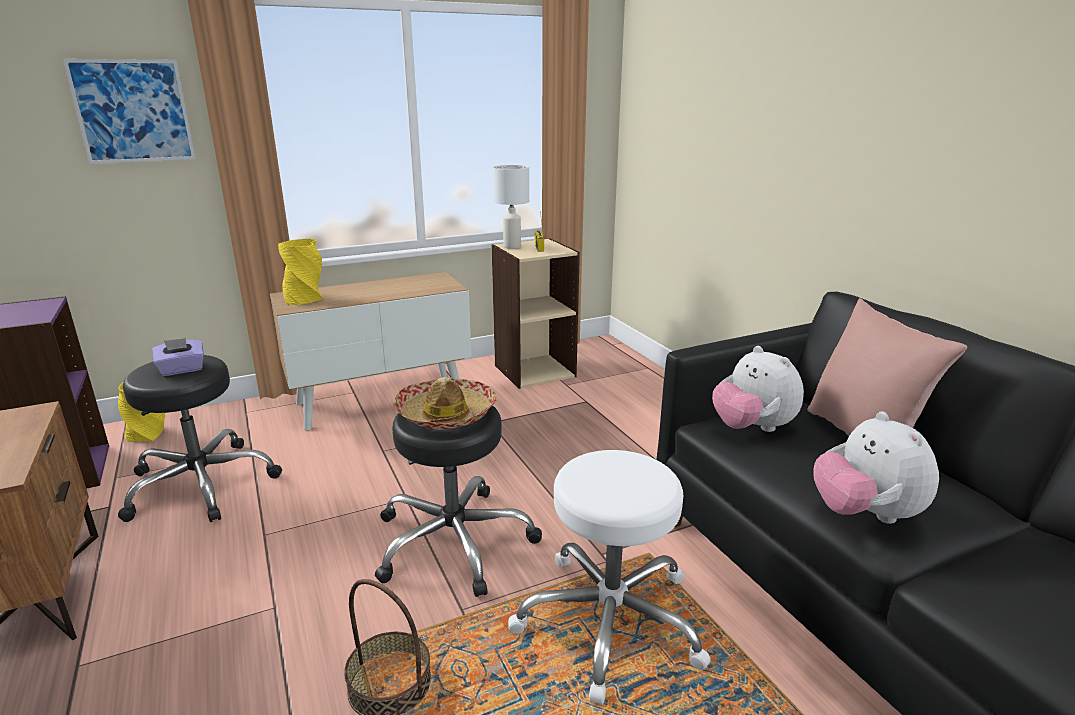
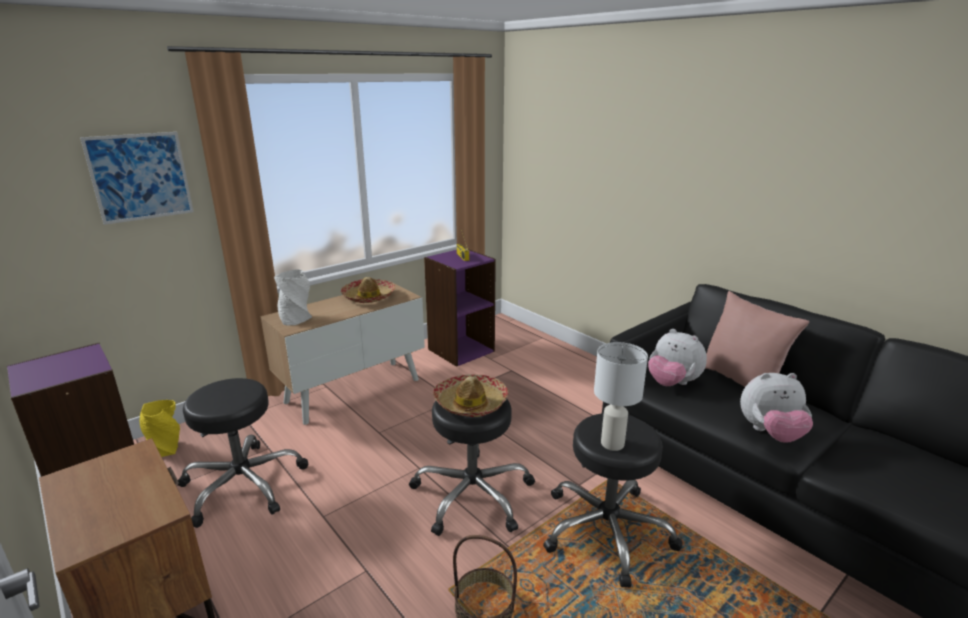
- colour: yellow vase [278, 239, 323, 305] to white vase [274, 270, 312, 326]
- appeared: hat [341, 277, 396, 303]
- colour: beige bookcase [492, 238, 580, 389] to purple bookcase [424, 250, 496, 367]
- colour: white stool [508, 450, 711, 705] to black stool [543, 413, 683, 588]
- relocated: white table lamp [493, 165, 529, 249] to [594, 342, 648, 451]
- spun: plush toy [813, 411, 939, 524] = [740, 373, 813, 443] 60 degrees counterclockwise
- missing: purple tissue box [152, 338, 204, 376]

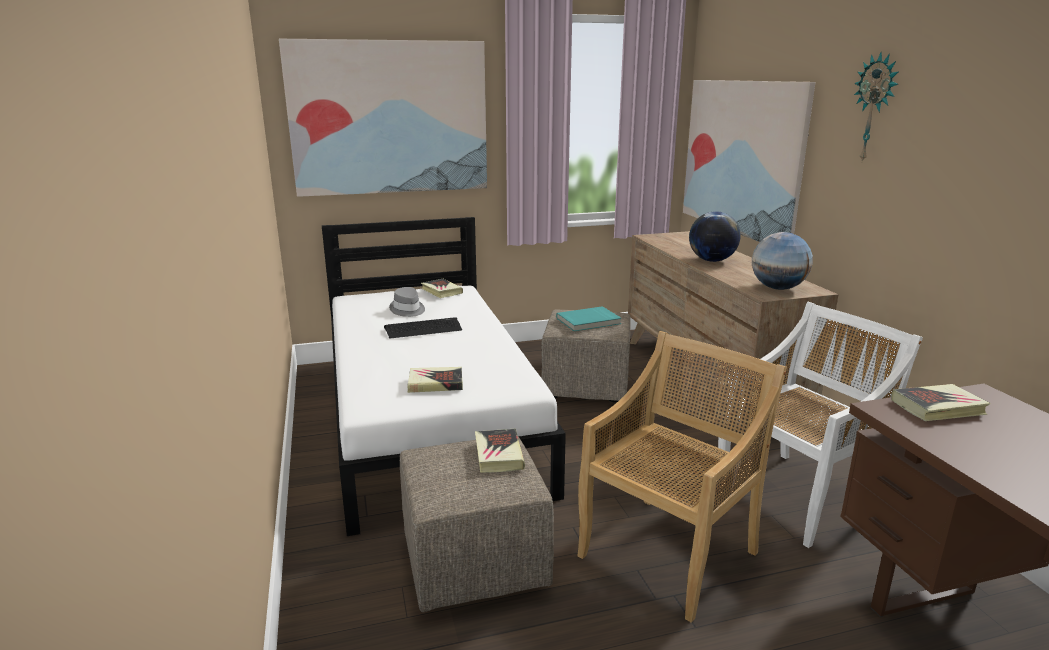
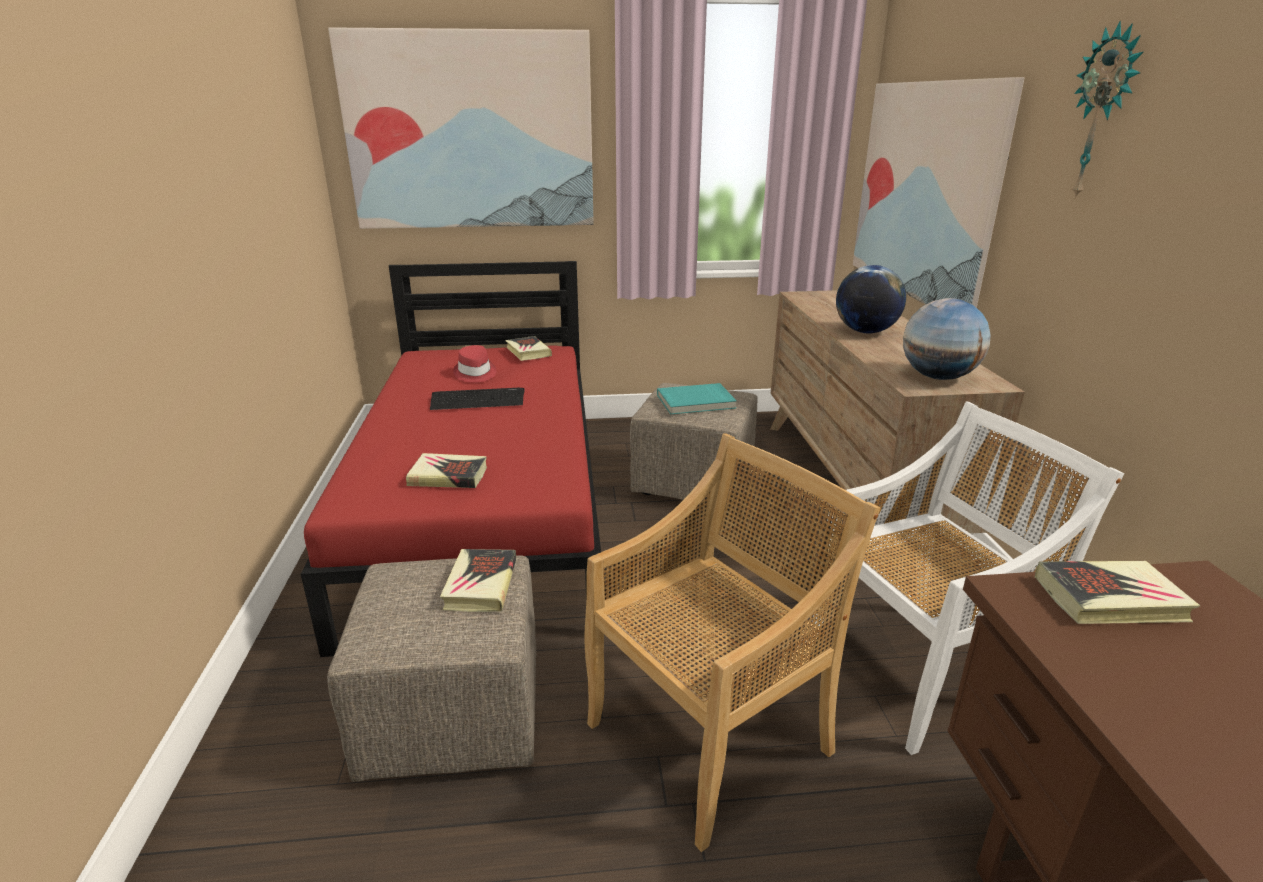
- colour: white bed [322, 217, 566, 536] to red bed [301, 261, 601, 657]
- colour: grey hat [389, 287, 425, 317] to red hat [453, 345, 496, 383]

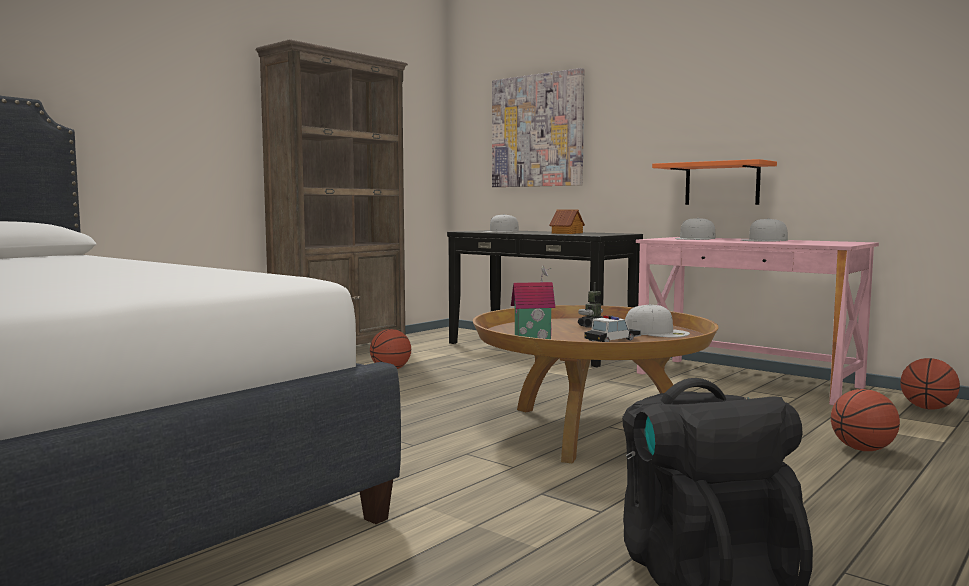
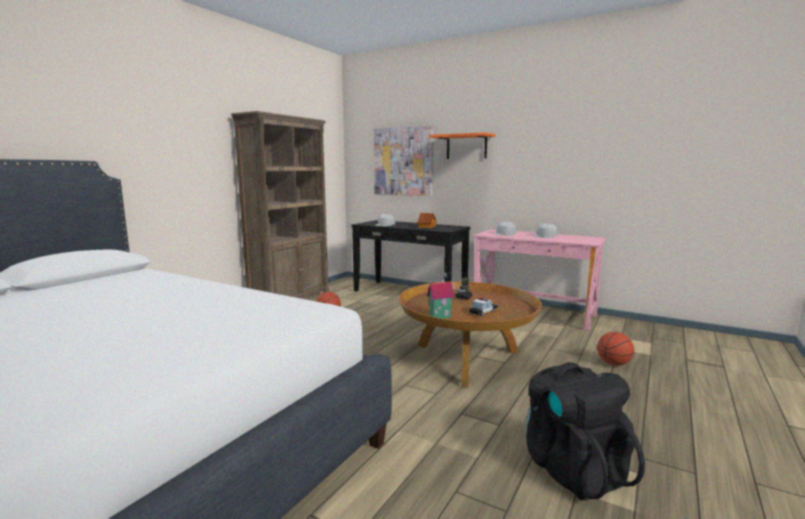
- relocated: orange shelf [652, 159, 777, 205] to [429, 132, 496, 159]
- missing: white cap [625, 304, 690, 338]
- missing: basketball [900, 358, 960, 410]

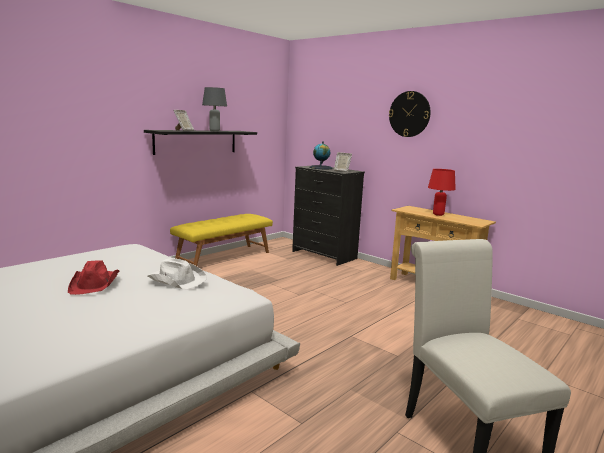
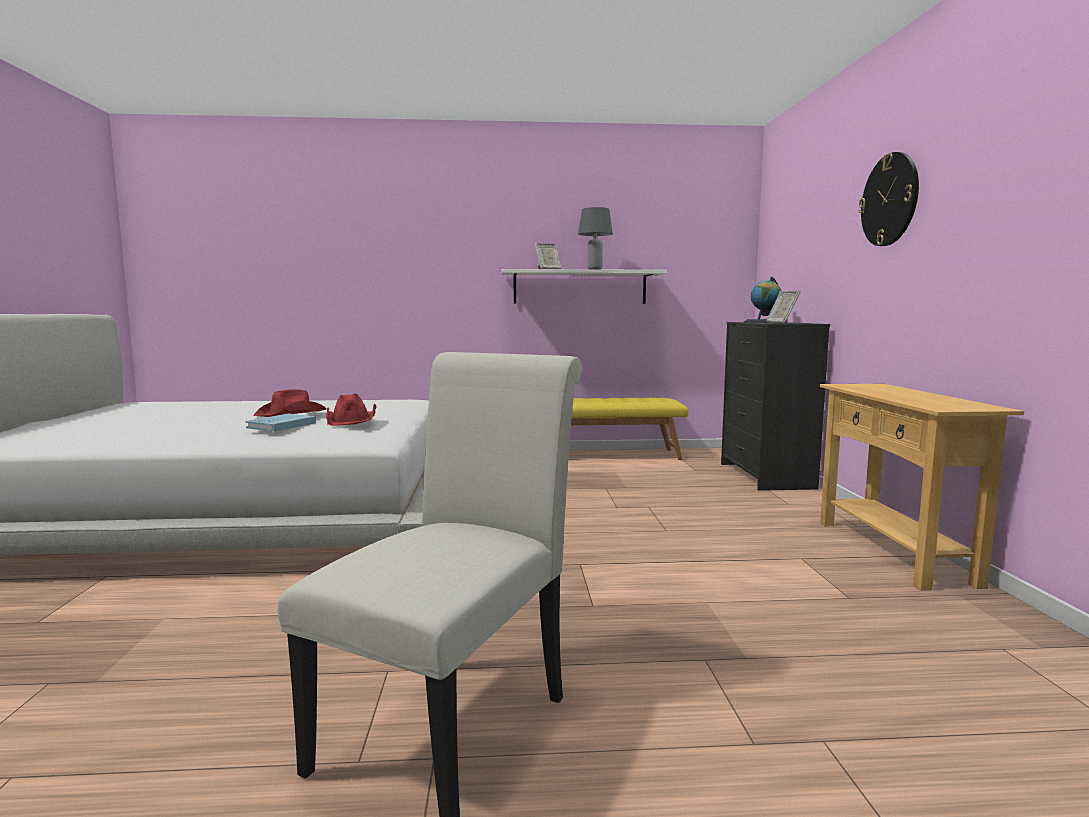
- appeared: blue book [246, 414, 316, 432]
- colour: white hat [148, 258, 207, 290] to red hat [326, 393, 376, 426]
- colour: black shelf [144, 130, 257, 155] to white shelf [502, 269, 667, 304]
- missing: red table lamp [428, 169, 456, 216]

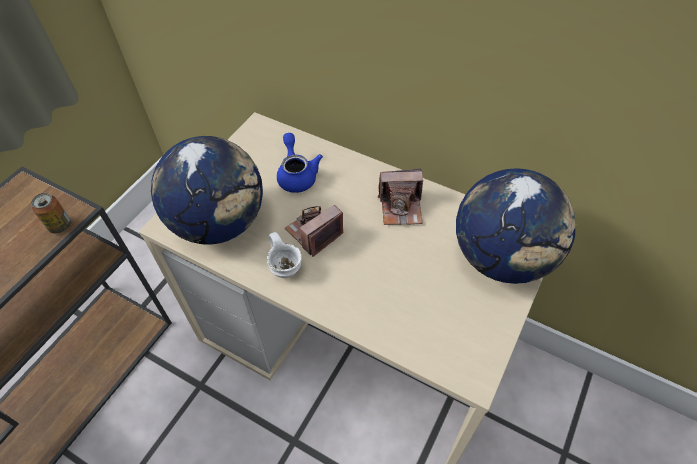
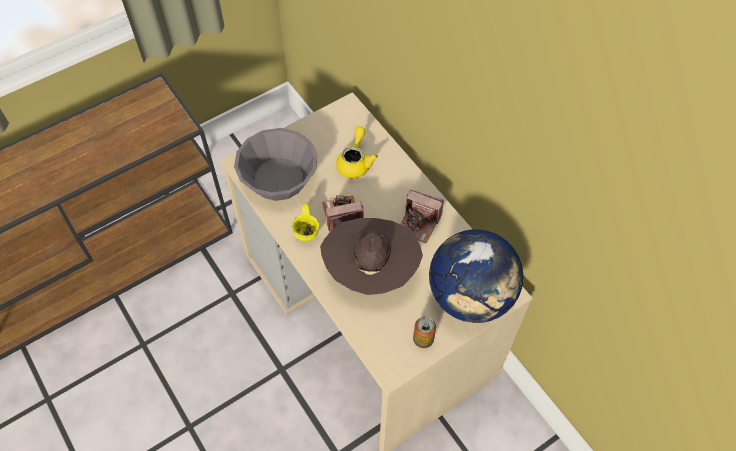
- exchanged: globe [151, 136, 263, 245] to grey bowl [234, 128, 317, 201]
- colour: white mug [267, 232, 302, 278] to yellow mug [292, 204, 320, 241]
- appeared: brown hat [320, 218, 423, 295]
- colour: blue teapot [277, 133, 323, 193] to yellow teapot [336, 126, 378, 178]
- relocated: can [31, 193, 71, 234] to [413, 316, 436, 348]

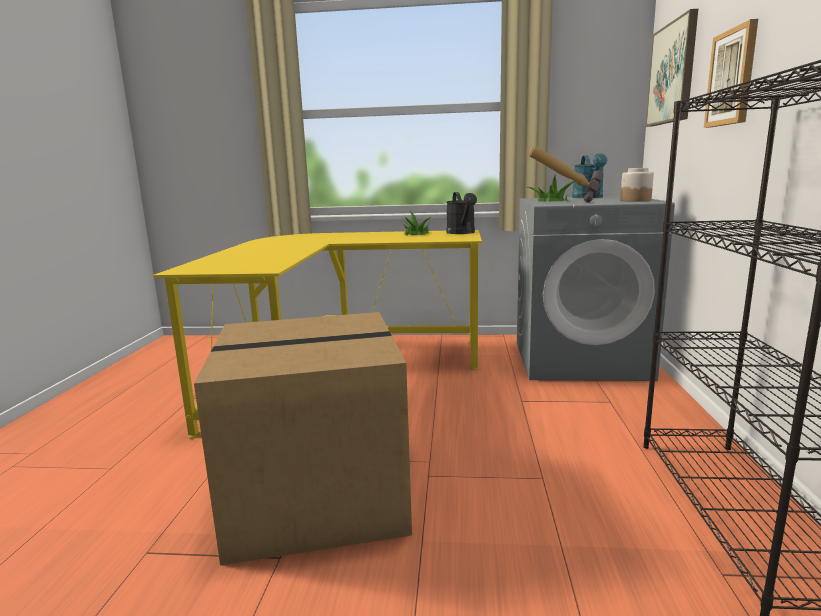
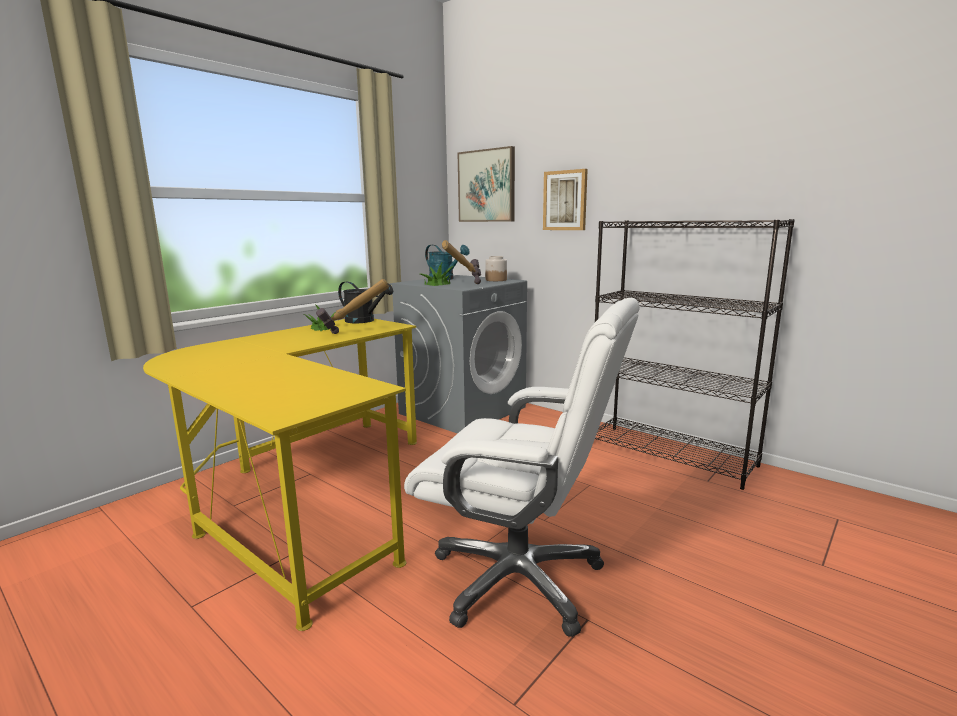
- appeared: hammer [316, 279, 389, 334]
- exchanged: cardboard box [194, 312, 412, 565] to white office chair [404, 298, 640, 637]

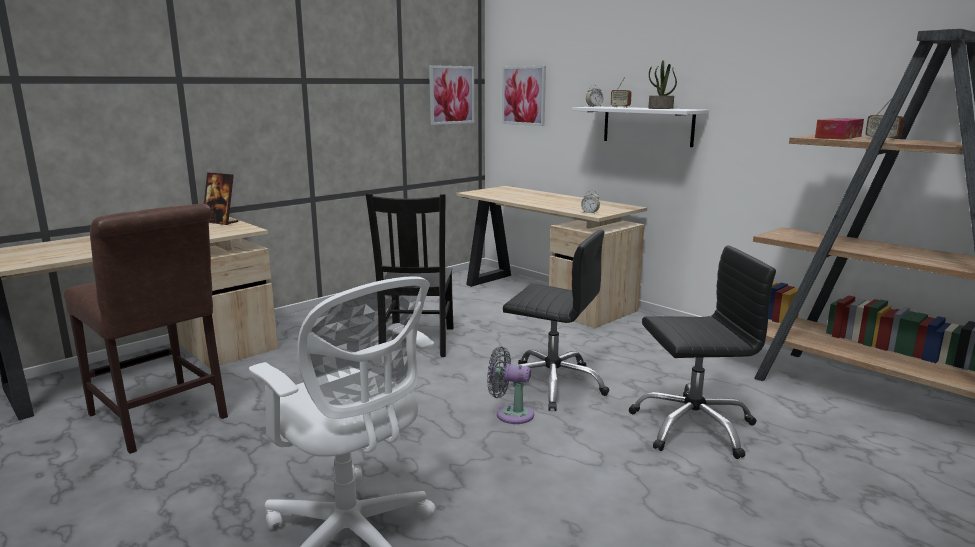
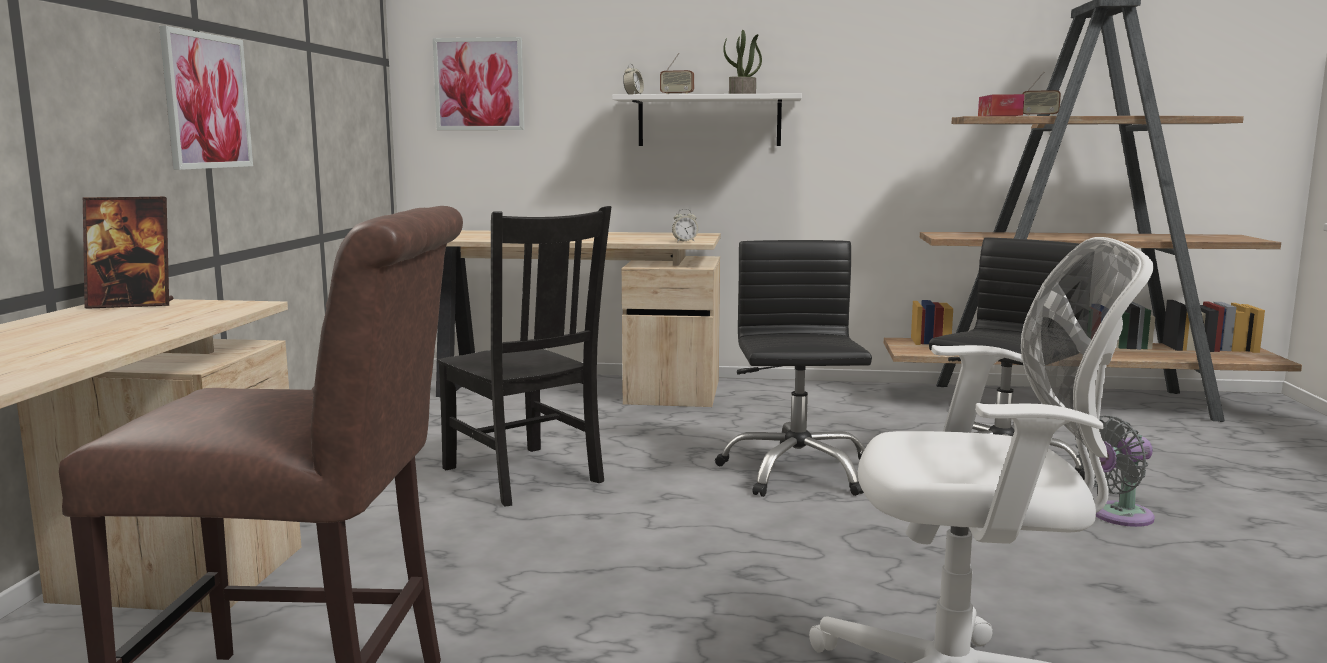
- relocated: picture [429, 65, 474, 125] to [159, 26, 253, 170]
- spun: black office chair [499, 230, 609, 411] = [715, 240, 872, 497] 75 degrees counterclockwise
- relocated: grey fan [487, 347, 534, 424] to [1076, 416, 1155, 527]

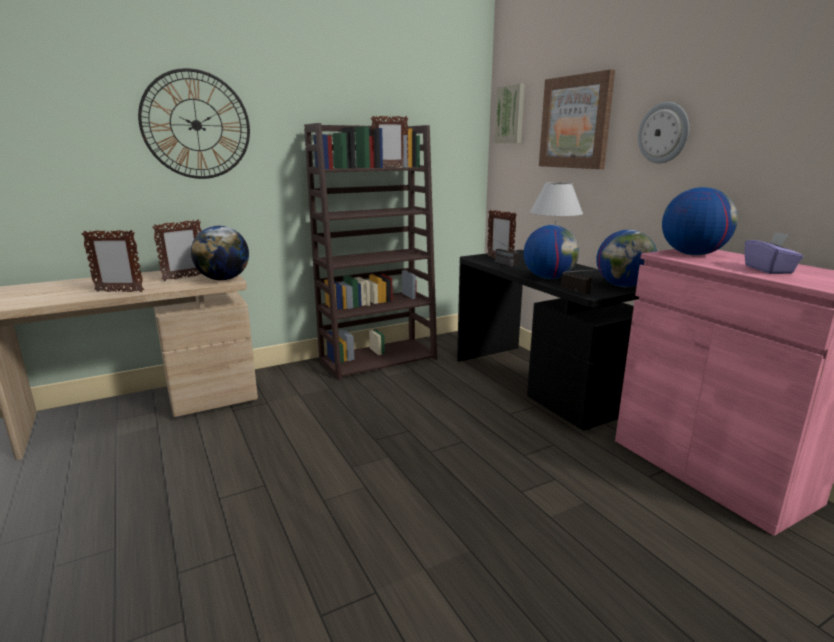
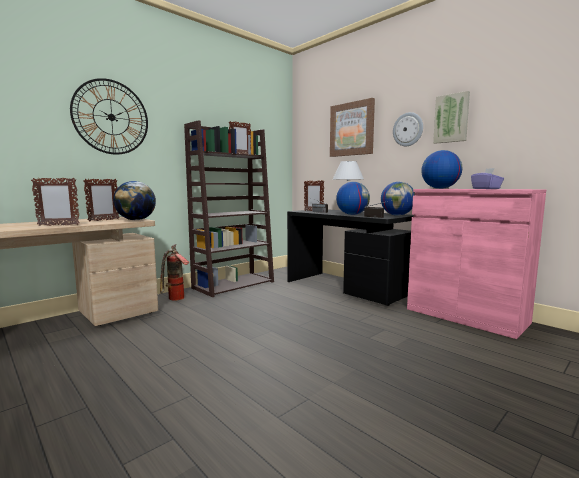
- appeared: fire extinguisher [160, 244, 189, 301]
- relocated: picture [495, 83, 525, 143] to [433, 91, 470, 144]

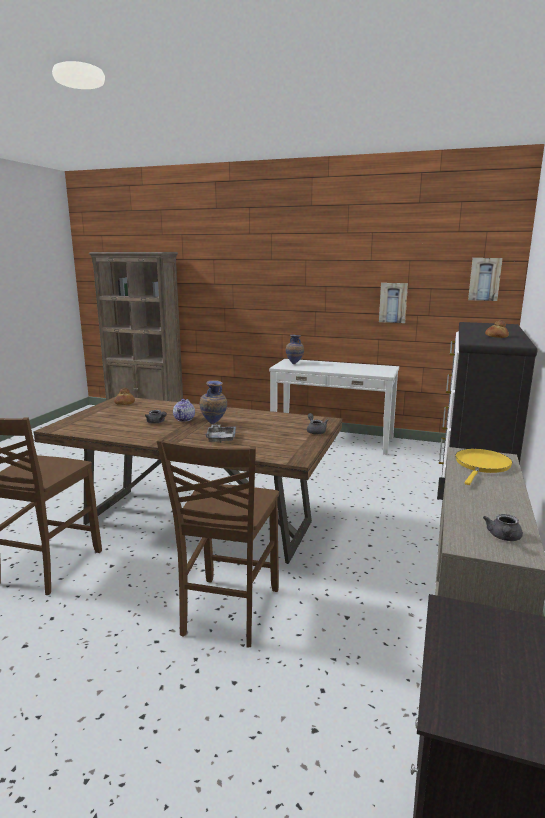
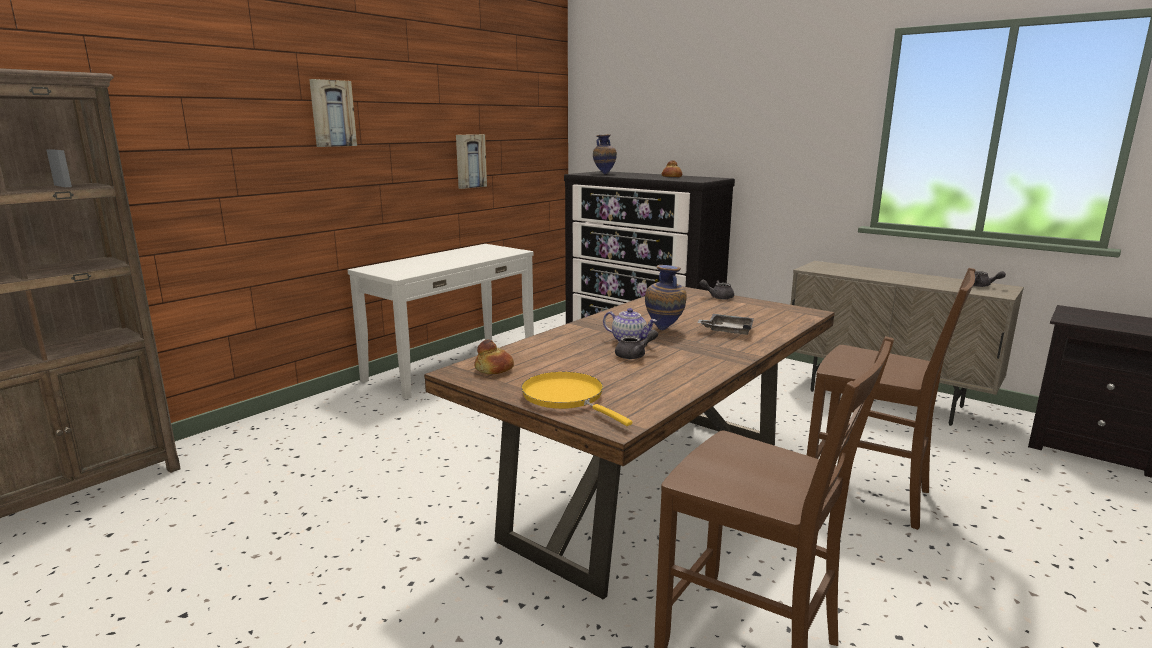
- relocated: picture [468, 258, 503, 301] to [309, 79, 357, 147]
- relocated: yellow frying pan [455, 449, 513, 485] to [521, 372, 632, 426]
- relocated: vase [286, 335, 304, 364] to [593, 134, 617, 174]

